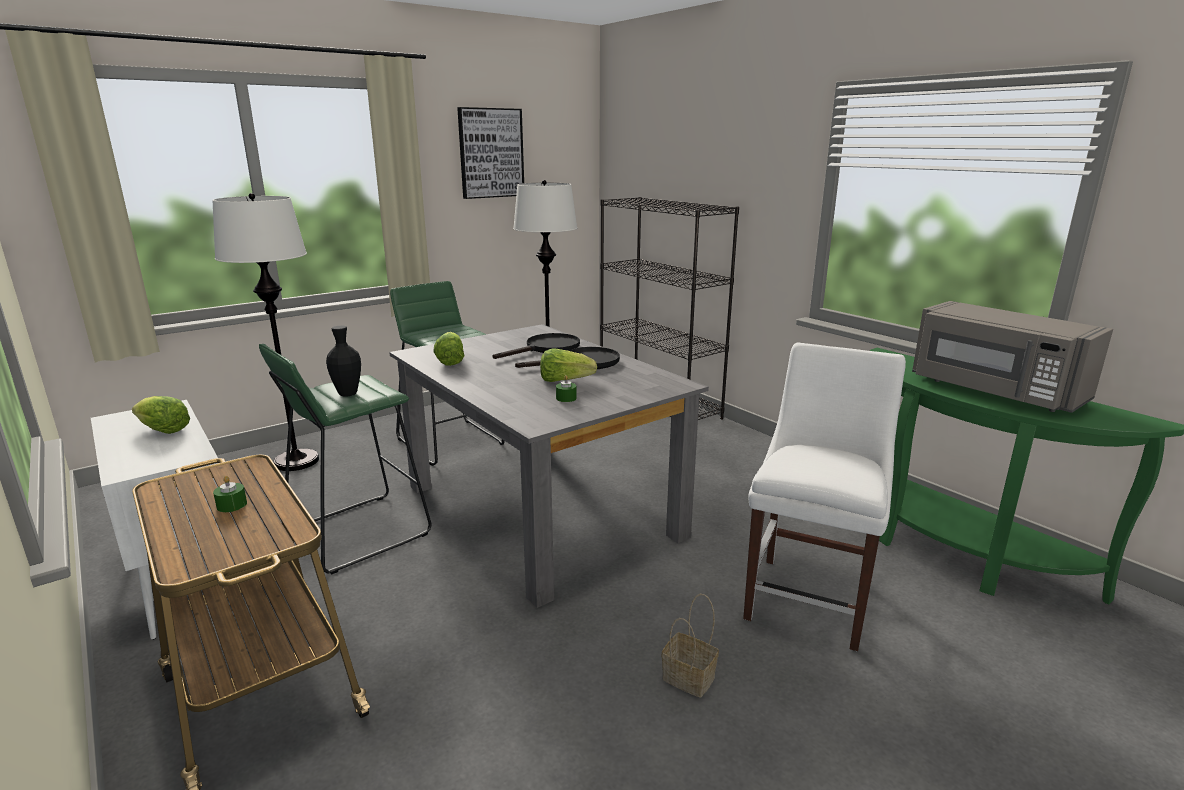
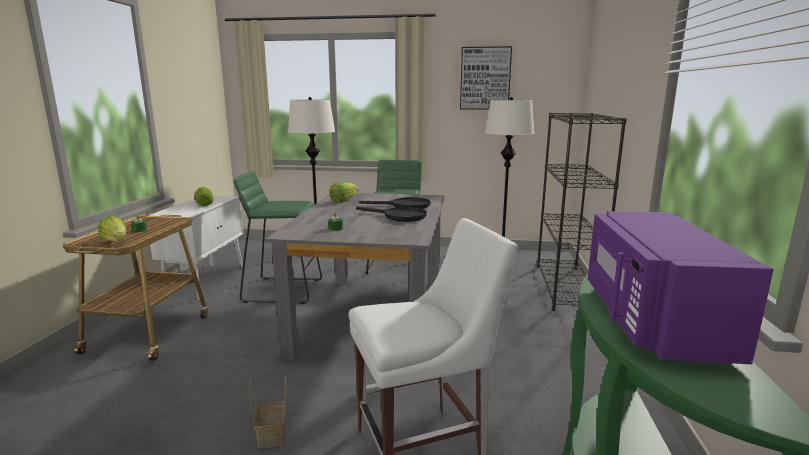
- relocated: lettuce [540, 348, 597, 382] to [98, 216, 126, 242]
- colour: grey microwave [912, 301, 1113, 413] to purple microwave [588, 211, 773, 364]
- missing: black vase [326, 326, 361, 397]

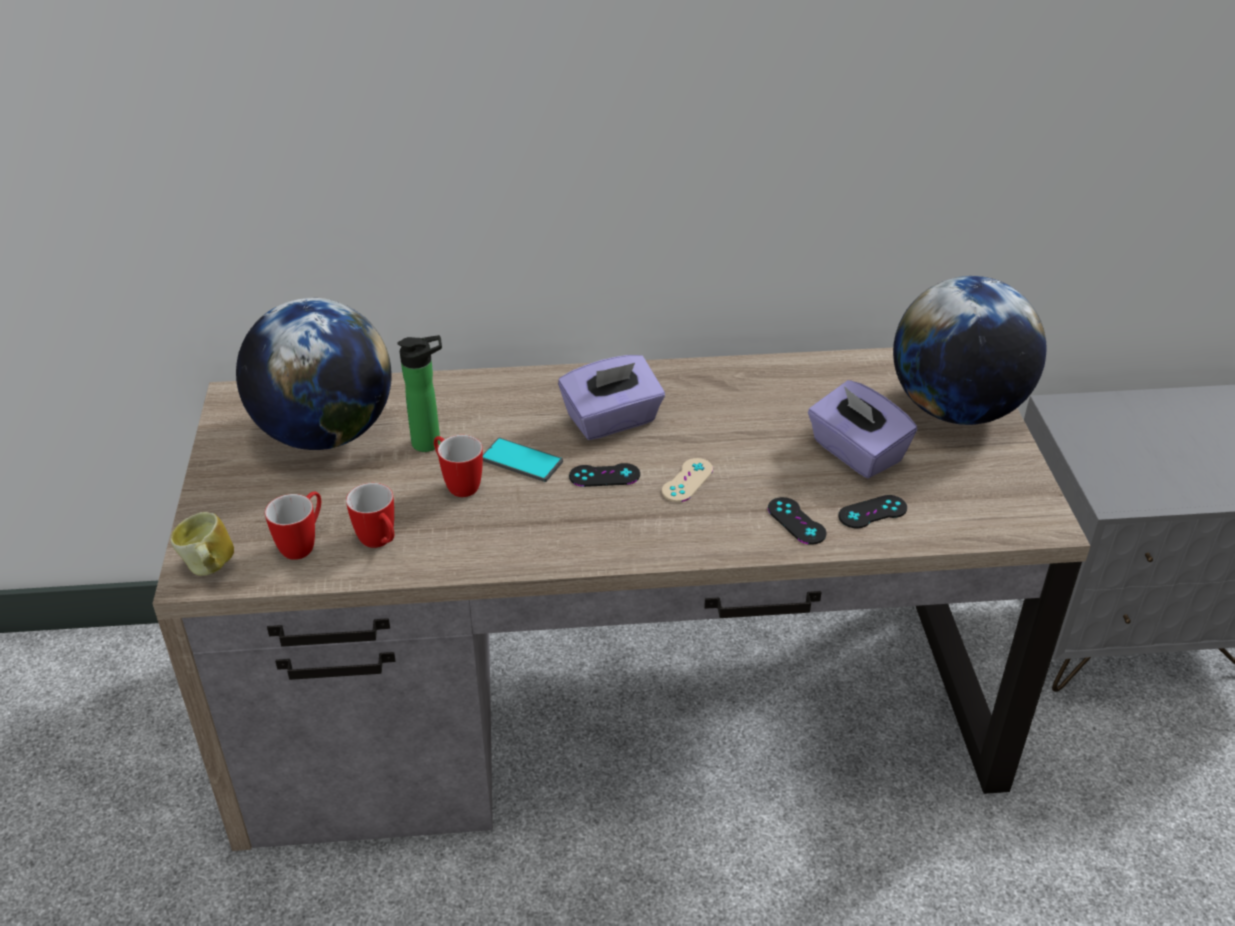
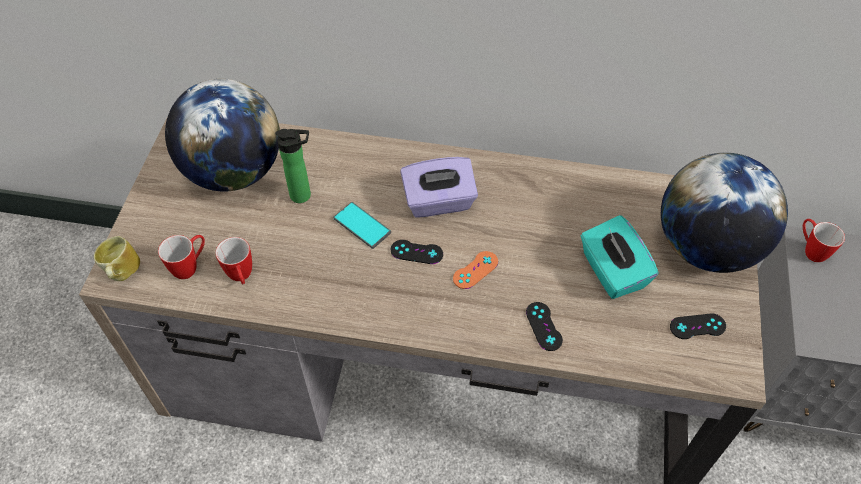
- colour: beige game controller [662, 458, 713, 502] to orange game controller [453, 251, 498, 289]
- colour: purple tissue box [808, 380, 917, 479] to turquoise tissue box [581, 215, 658, 299]
- relocated: black game controller [838, 495, 907, 528] to [670, 314, 726, 339]
- relocated: mug [434, 435, 483, 497] to [803, 219, 845, 262]

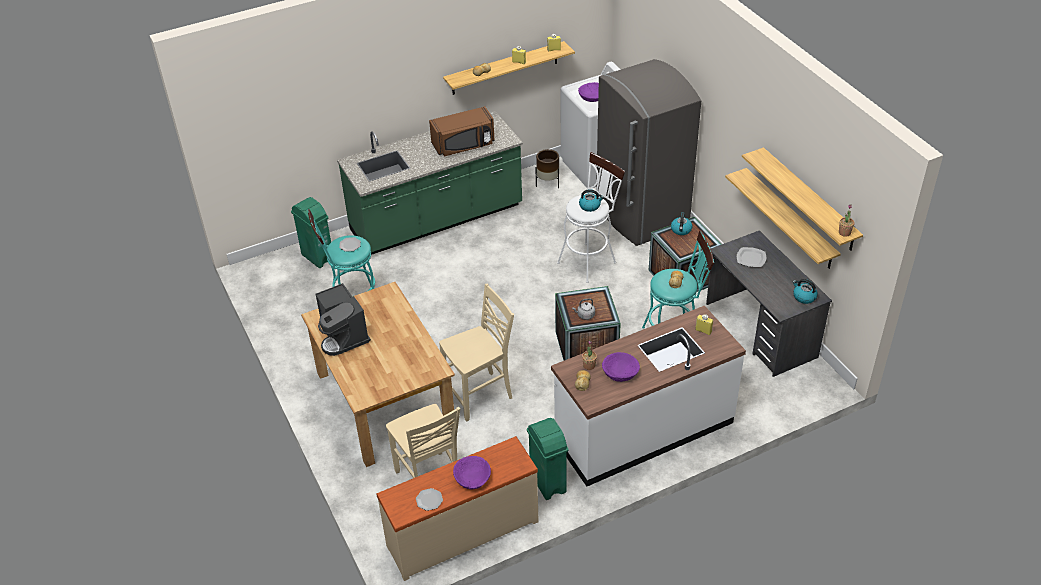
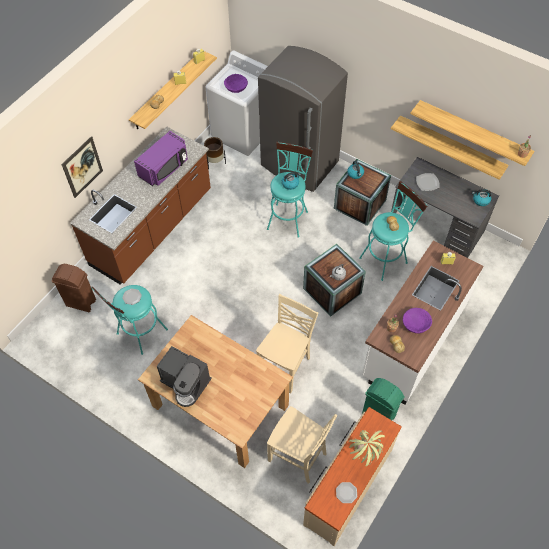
- colour: green trash can [291, 197, 331, 268] to brown trash can [52, 264, 96, 312]
- appeared: picture [61, 136, 103, 198]
- colour: green counter [337, 111, 523, 255] to brown counter [70, 126, 211, 284]
- colour: brown microwave [429, 106, 495, 157] to purple microwave [134, 131, 188, 186]
- colour: white stool [557, 152, 625, 283] to turquoise stool [267, 142, 313, 238]
- exchanged: purple bowl [453, 456, 491, 490] to potted plant [349, 430, 385, 467]

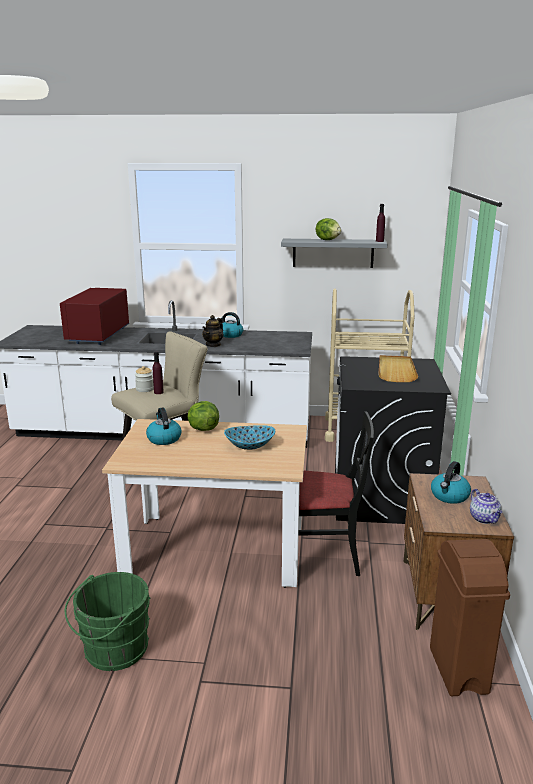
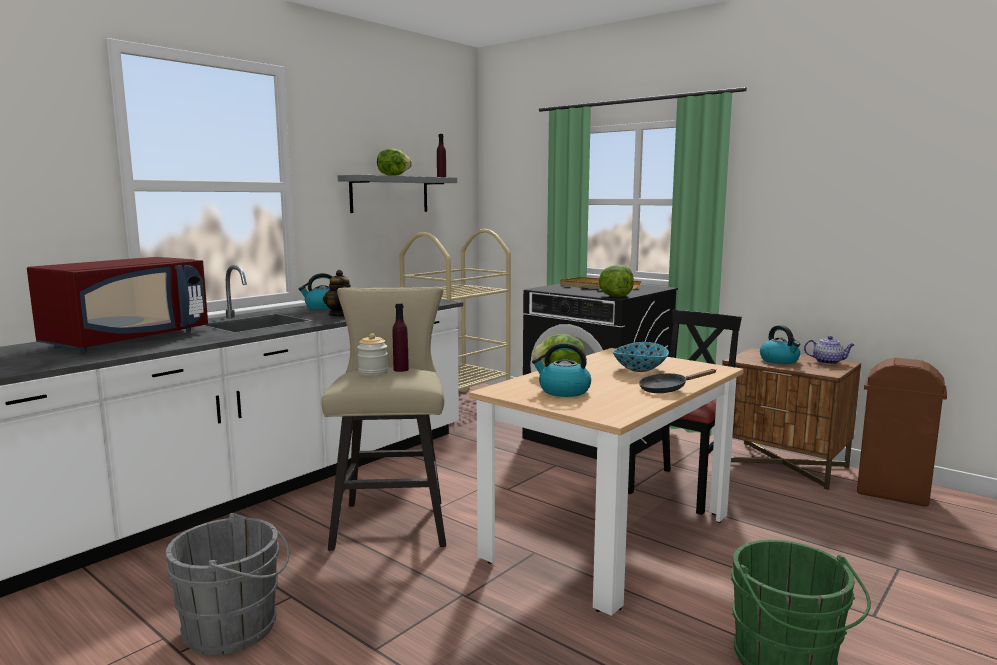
- spun: red microwave [60, 288, 129, 345] = [27, 257, 208, 352] 105 degrees counterclockwise
- appeared: grey bucket [166, 513, 289, 655]
- appeared: lettuce [599, 265, 634, 297]
- appeared: black frying pan [639, 369, 716, 393]

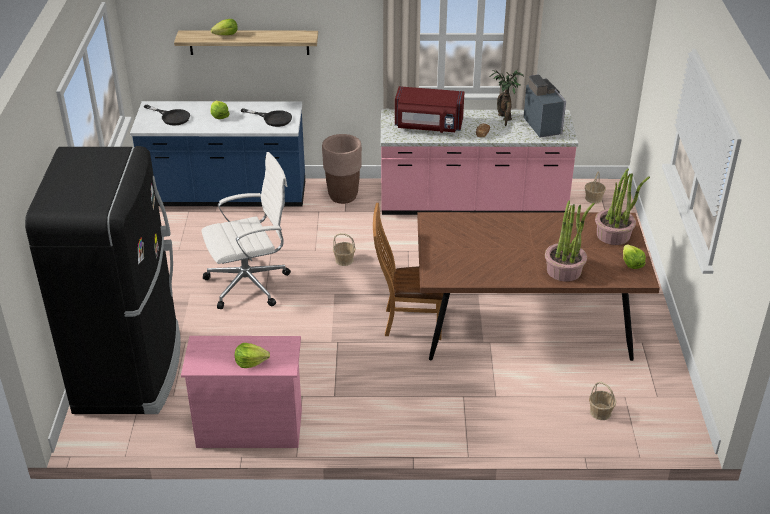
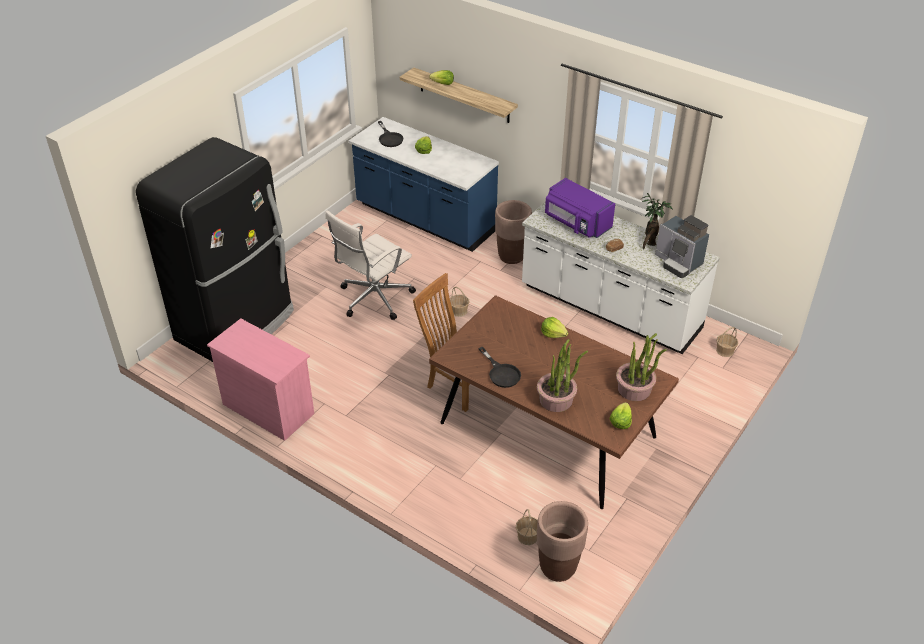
- spun: white office chair [202, 152, 291, 309] = [325, 211, 416, 320] 120 degrees clockwise
- relocated: black frying pan [240, 108, 292, 127] to [478, 347, 521, 388]
- colour: pink counter [381, 110, 578, 215] to white counter [522, 201, 720, 354]
- appeared: brown planter [537, 501, 588, 582]
- relocated: lettuce [235, 343, 270, 368] to [541, 317, 568, 338]
- colour: red microwave [395, 86, 464, 133] to purple microwave [545, 178, 615, 238]
- spun: coffee machine [523, 75, 566, 138] = [655, 215, 709, 278] 120 degrees clockwise

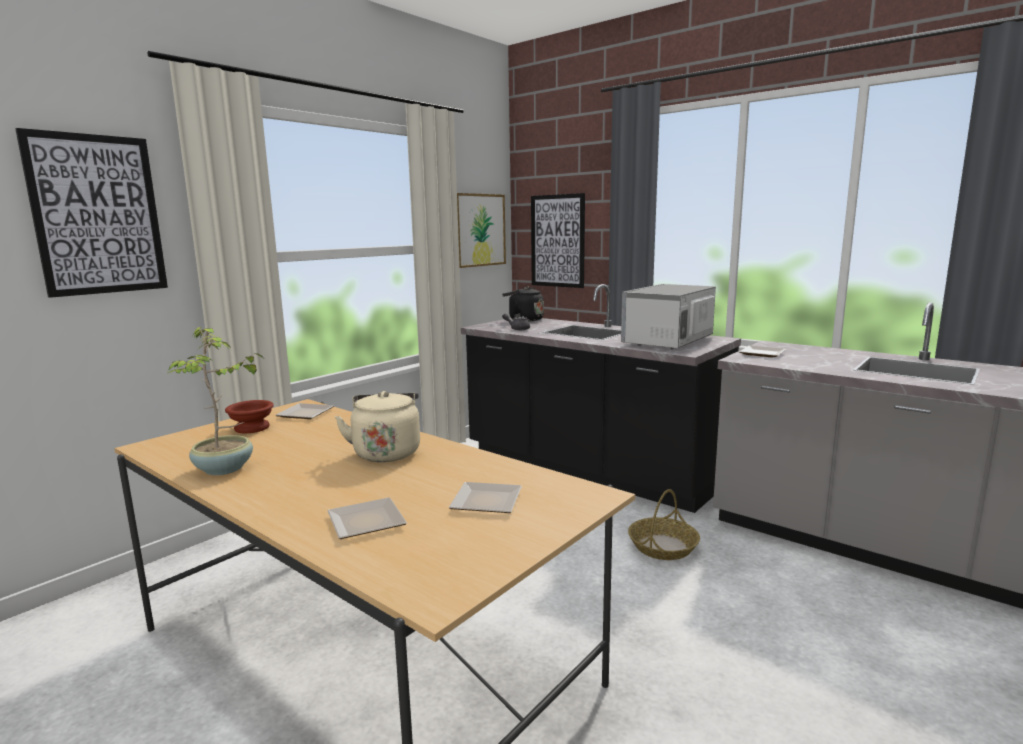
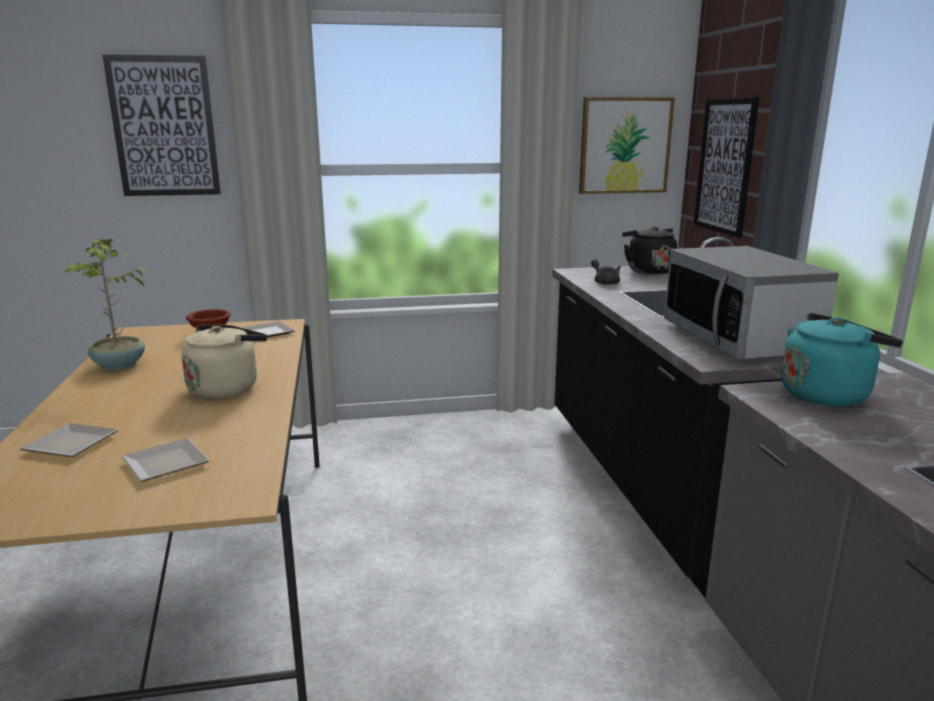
- spun: microwave [621, 284, 716, 349] = [664, 246, 839, 359] 90 degrees counterclockwise
- exchanged: plate [740, 346, 786, 358] to turquoise kettle [781, 313, 903, 406]
- missing: basket [628, 489, 700, 560]

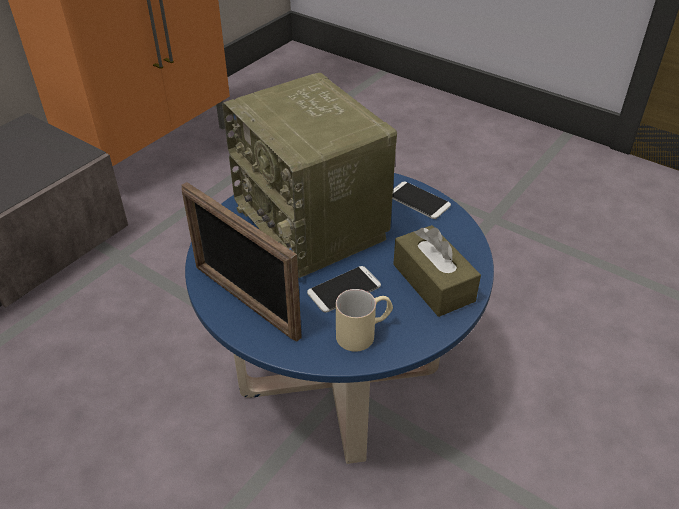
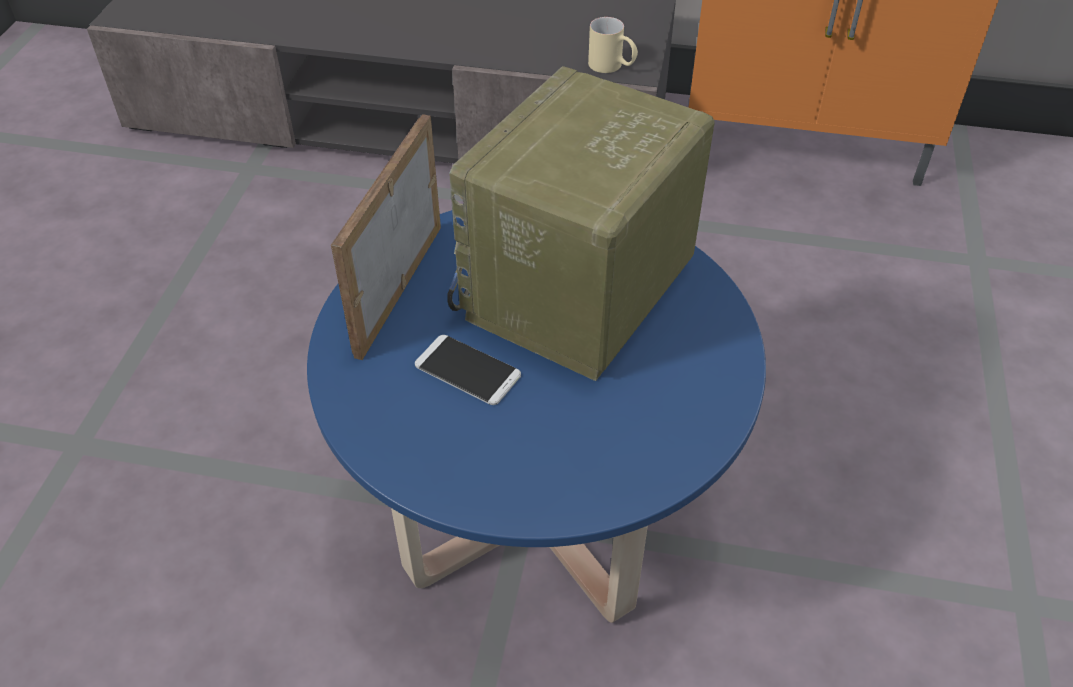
- relocated: beige mug [336, 289, 393, 352] to [588, 17, 638, 73]
- missing: phone [392, 181, 451, 219]
- missing: brown tissue box [393, 225, 481, 317]

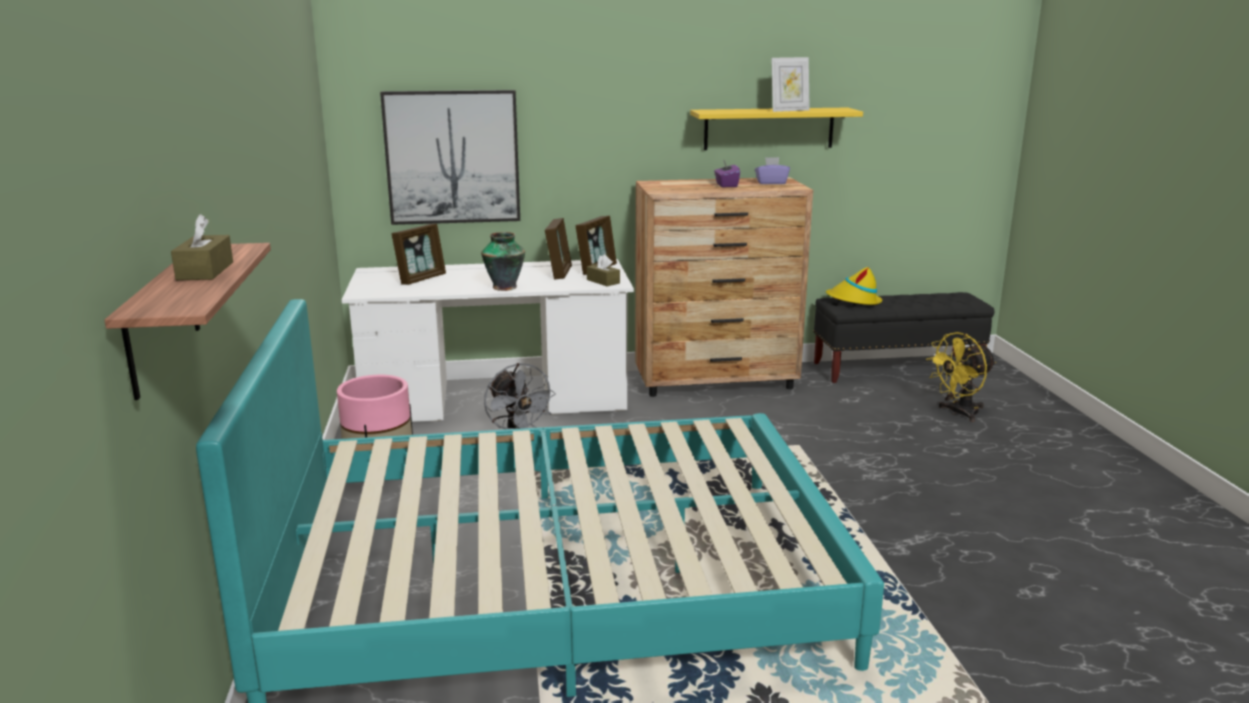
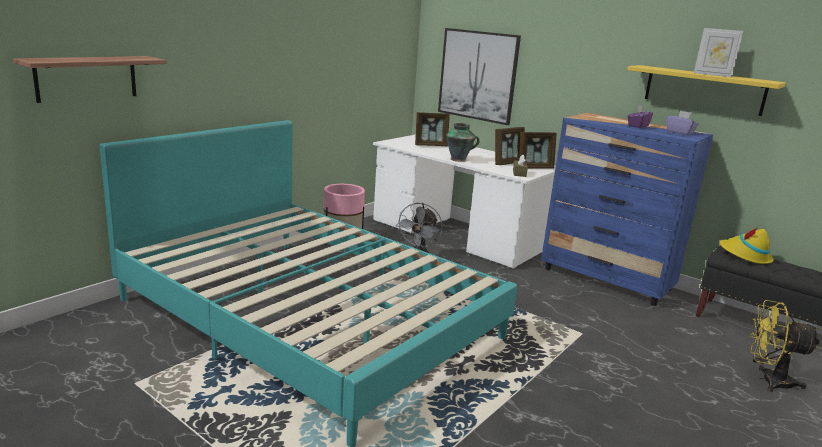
- colour: brown dresser [635, 177, 813, 397] to blue dresser [541, 113, 713, 306]
- missing: brown tissue box [171, 214, 233, 280]

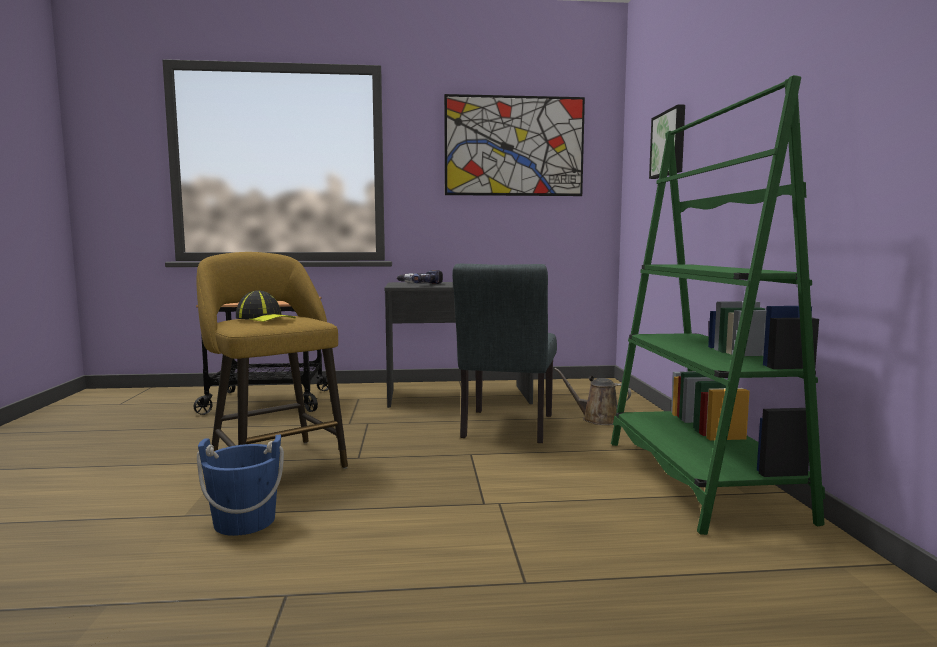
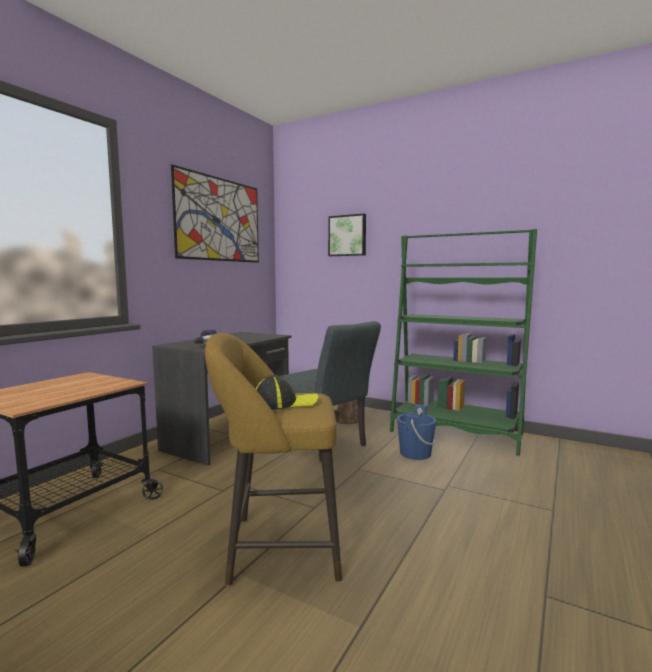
- relocated: blue bucket [197, 434, 284, 536] to [397, 405, 436, 460]

